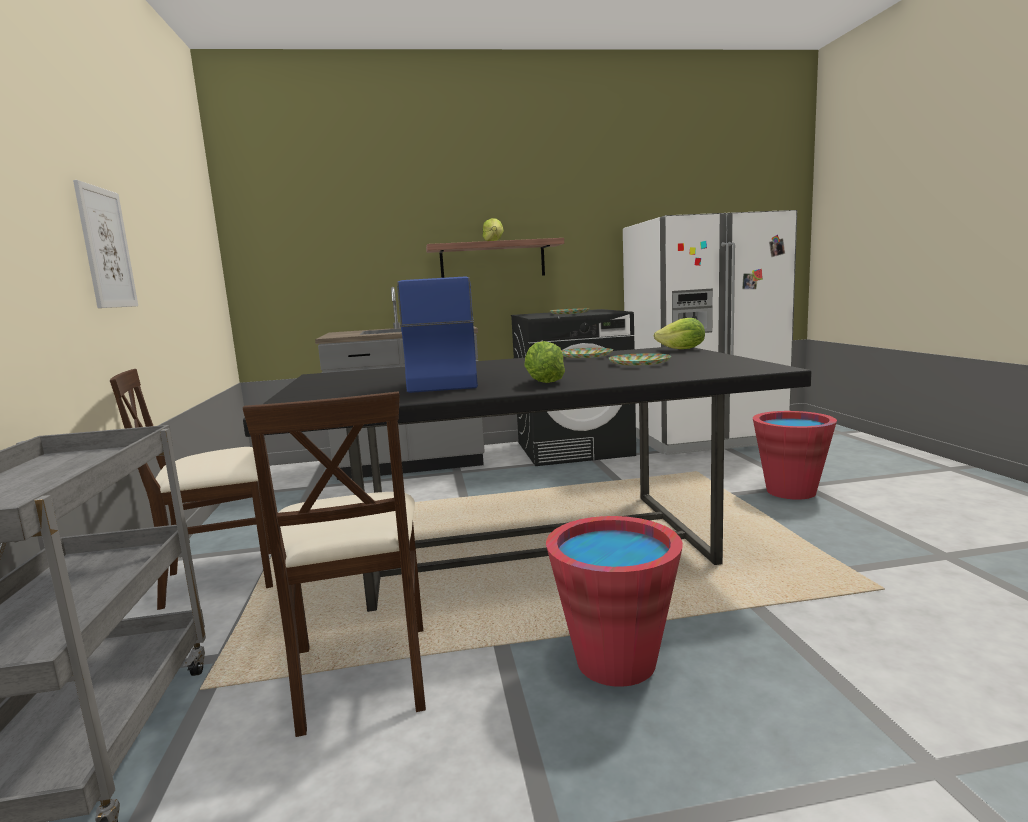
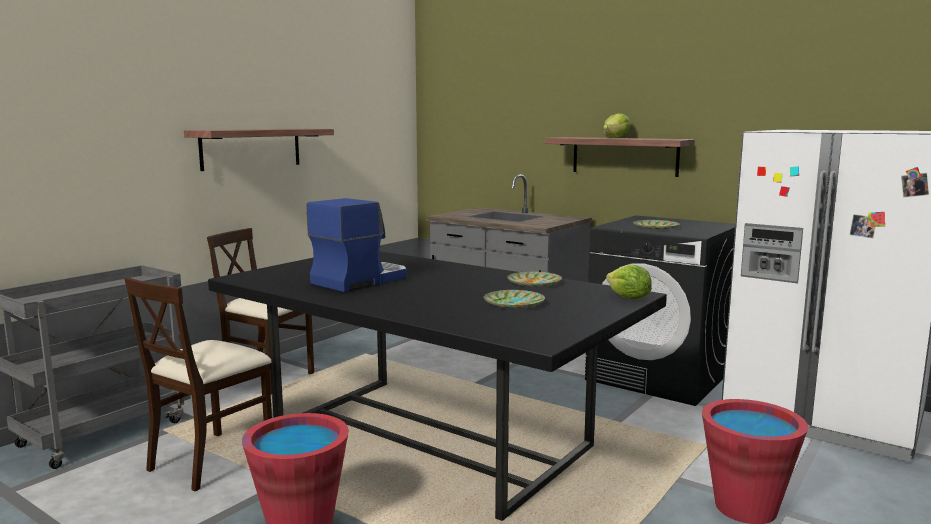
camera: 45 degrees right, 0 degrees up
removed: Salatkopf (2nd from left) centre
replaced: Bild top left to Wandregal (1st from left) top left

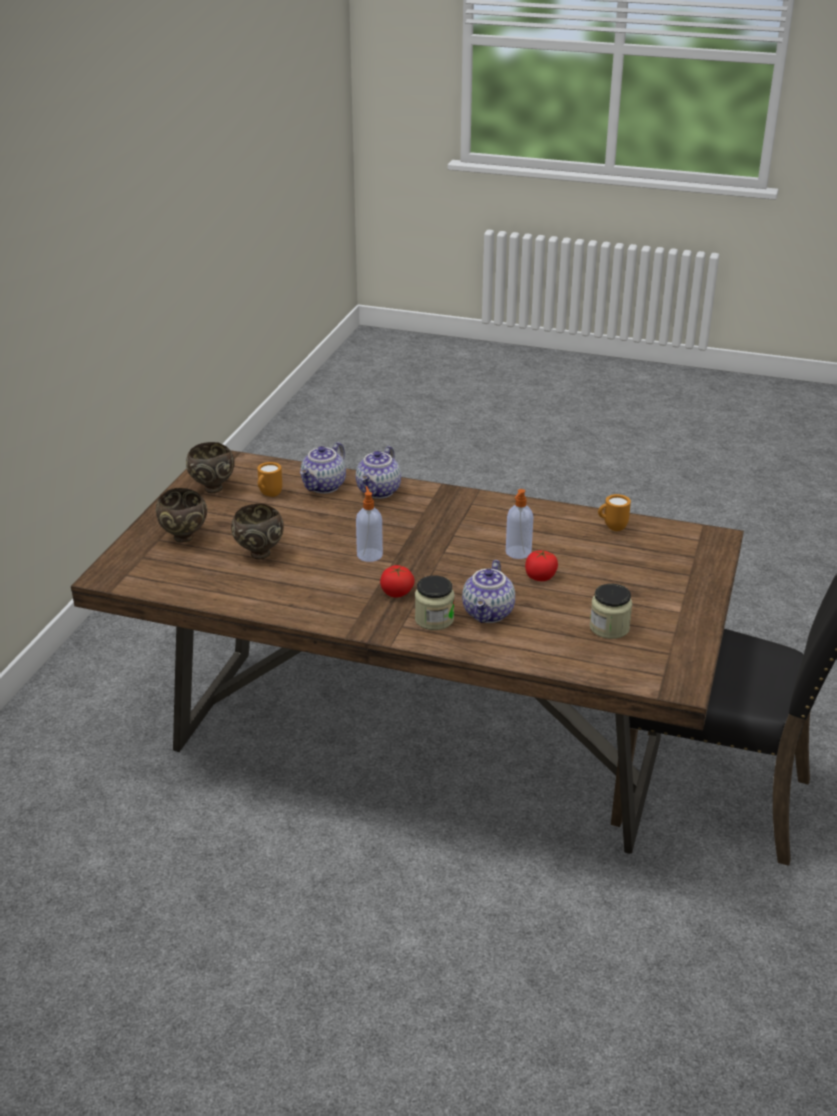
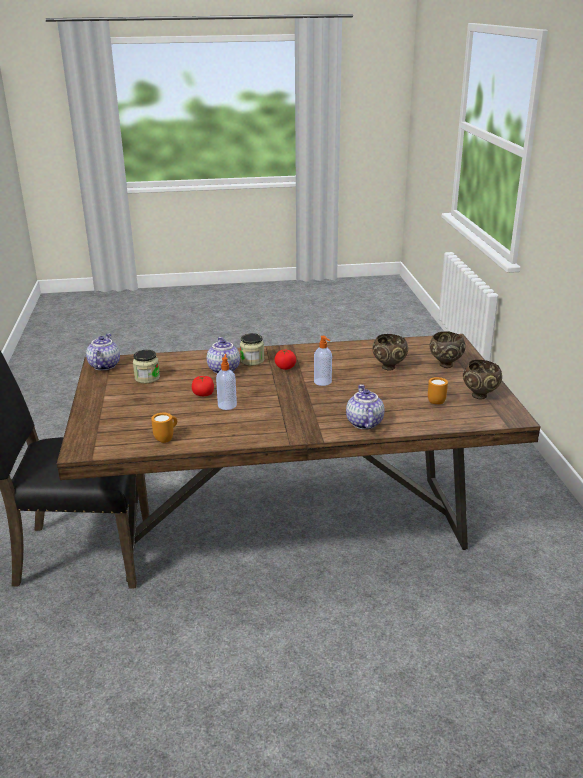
camera: 155 degrees right, 5 degrees down
moved: Teekanne (1st from left) centre to middle left

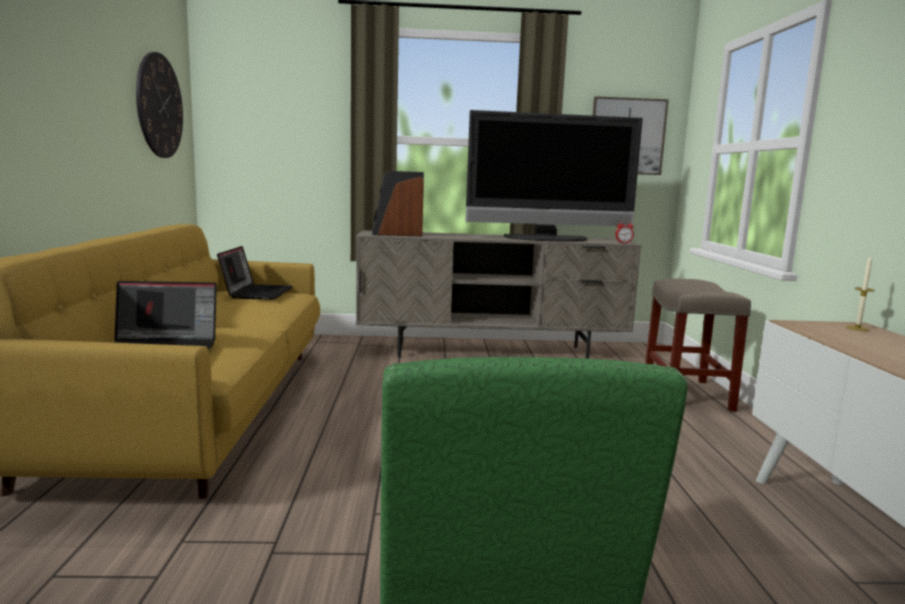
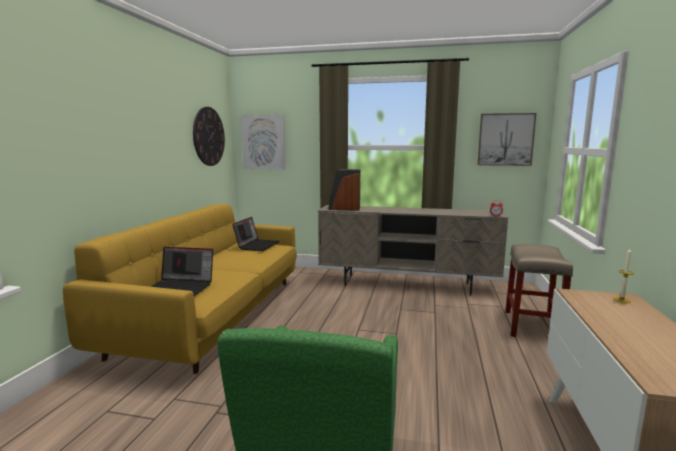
camera: 15 degrees right, 0 degrees up
removed: Fernseher top centre
added: Bild (1st from left) top centre

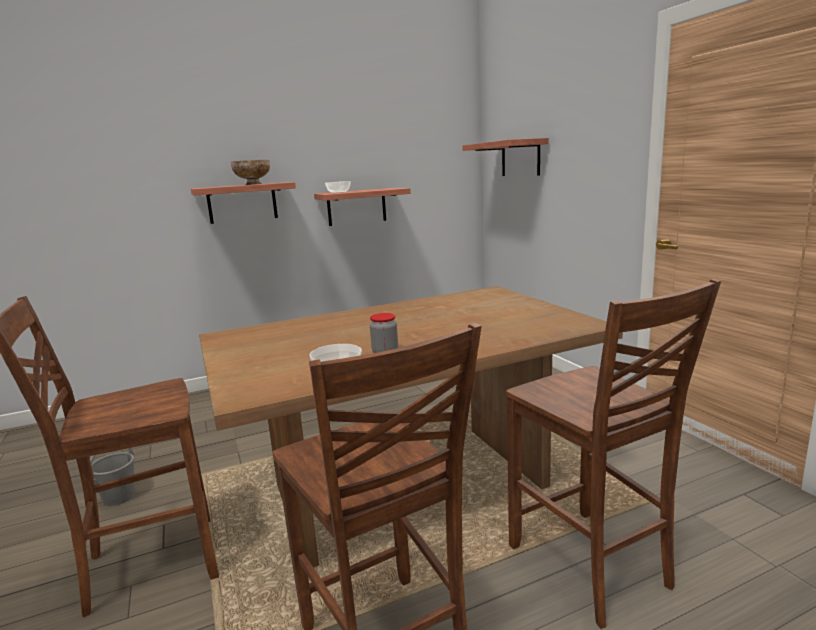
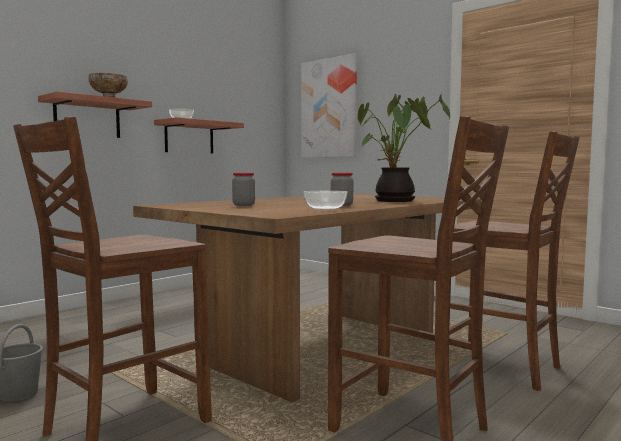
camera: 25 degrees left, 10 degrees down
added: Vorratsglas (1st from left) centre; Topfpflanze centre
replaced: Wandregal (3rd from left) top centre to Bild top centre

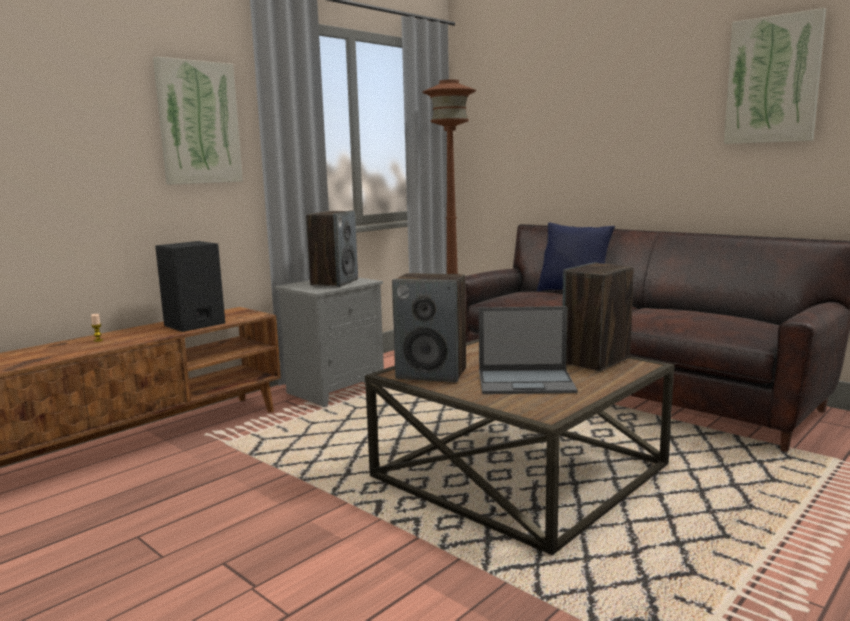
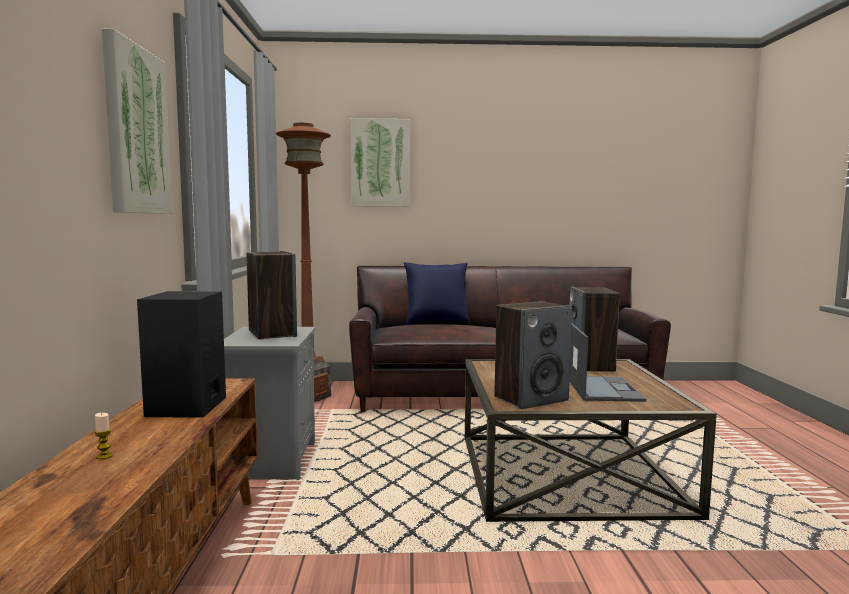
camera: 45 degrees left, 5 degrees down
moved: Bild (2nd from left) top right to top centre
turned: Laptop centre = middle right 45 degrees counterclockwise

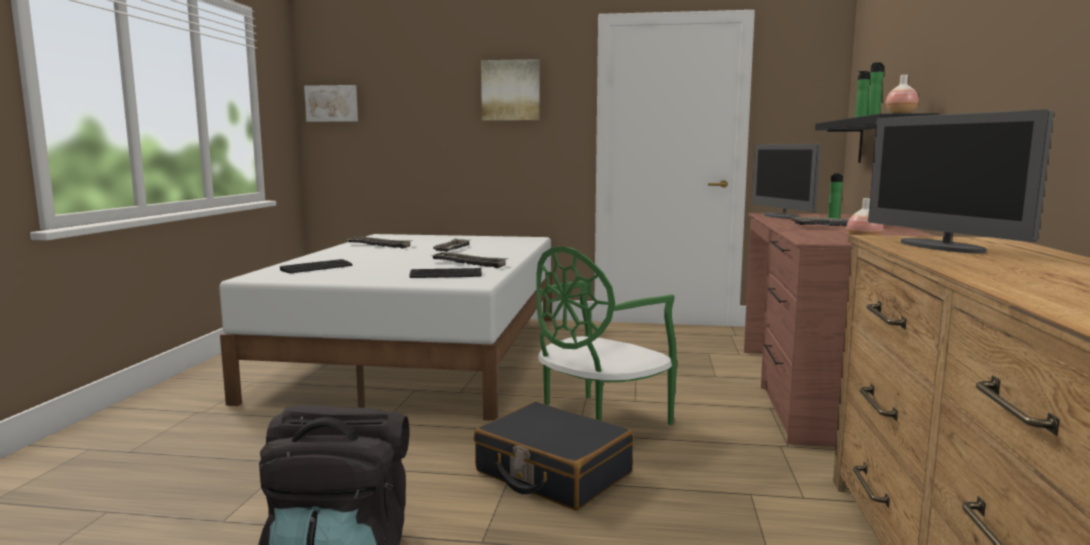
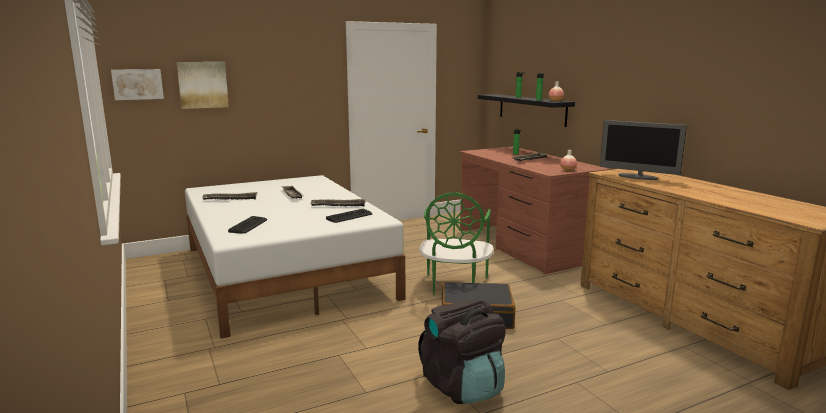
camera: 35 degrees left, 5 degrees up
removed: Monitor (1st from left) top right
moved: Bild (2nd from left) top centre to top left

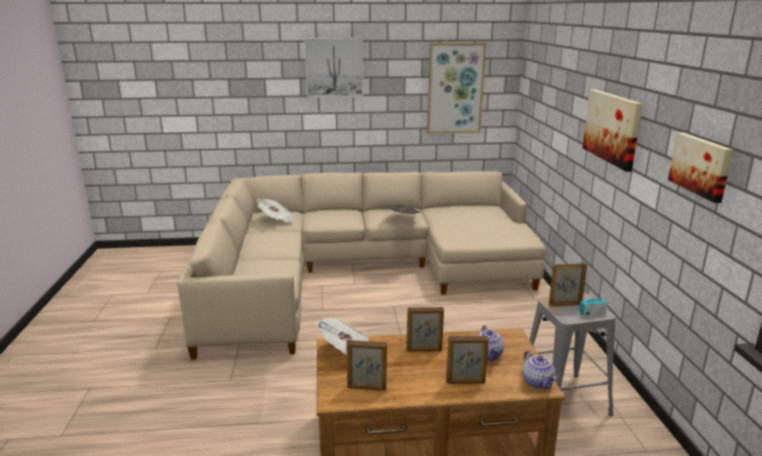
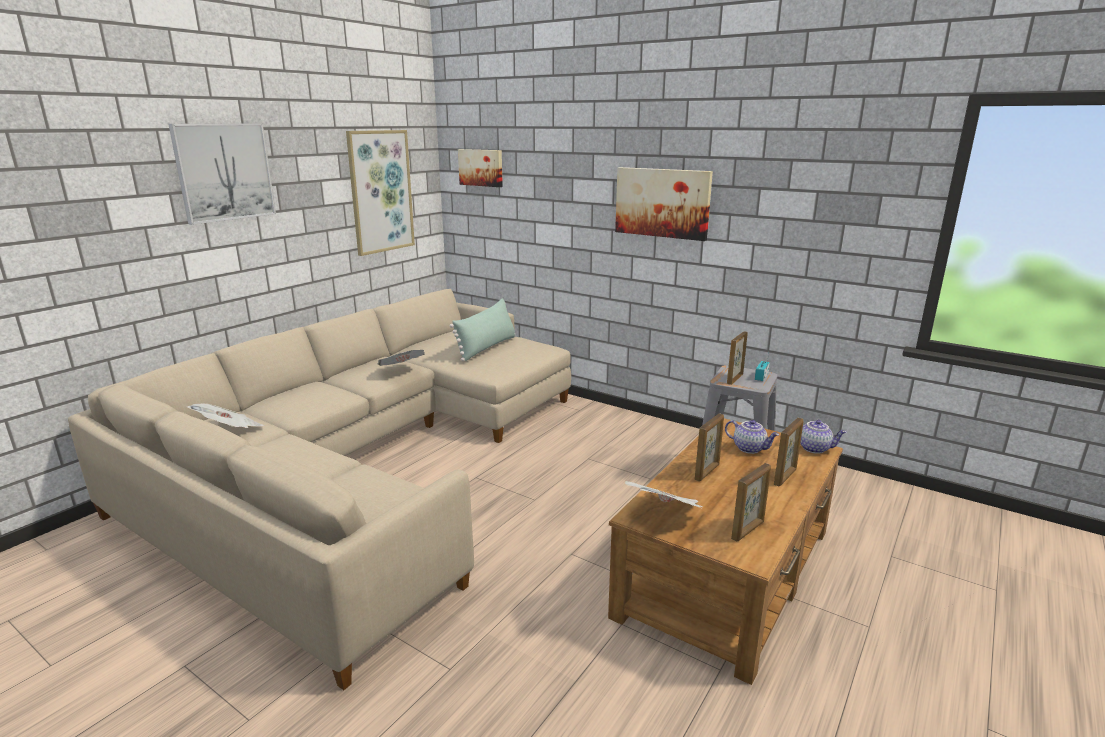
camera: 50 degrees left, 0 degrees up
added: Kissen (grün) centre
moved: Bild (4th from left in the first image) middle right to Bild (3rd from left) top centre

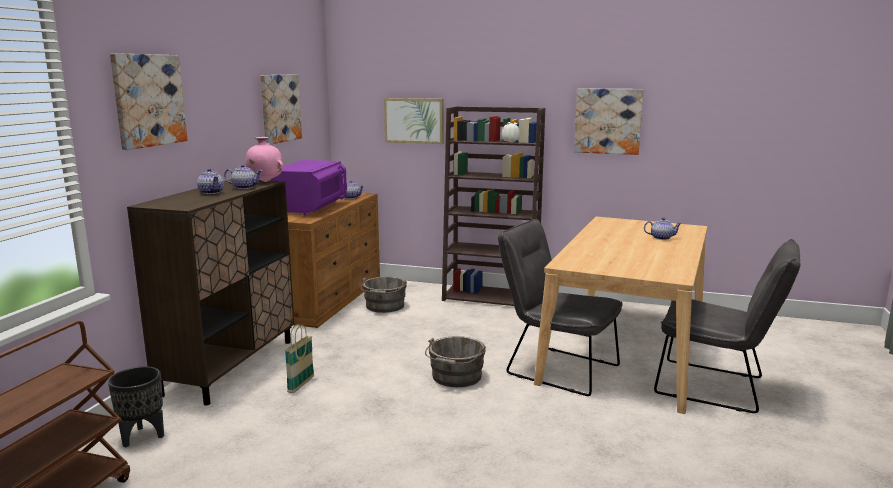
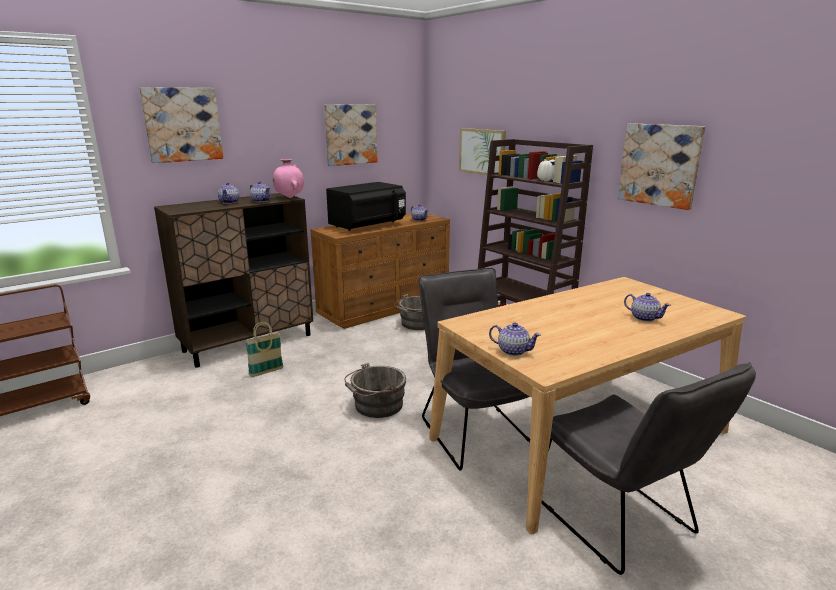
camera: 35 degrees right, 5 degrees up
removed: Pflanzkübel (schwarz) bottom left
added: Teekanne (4th from left) centre
recoloured: Mikrowelle (lila) centre to Mikrowelle (schwarz) centre

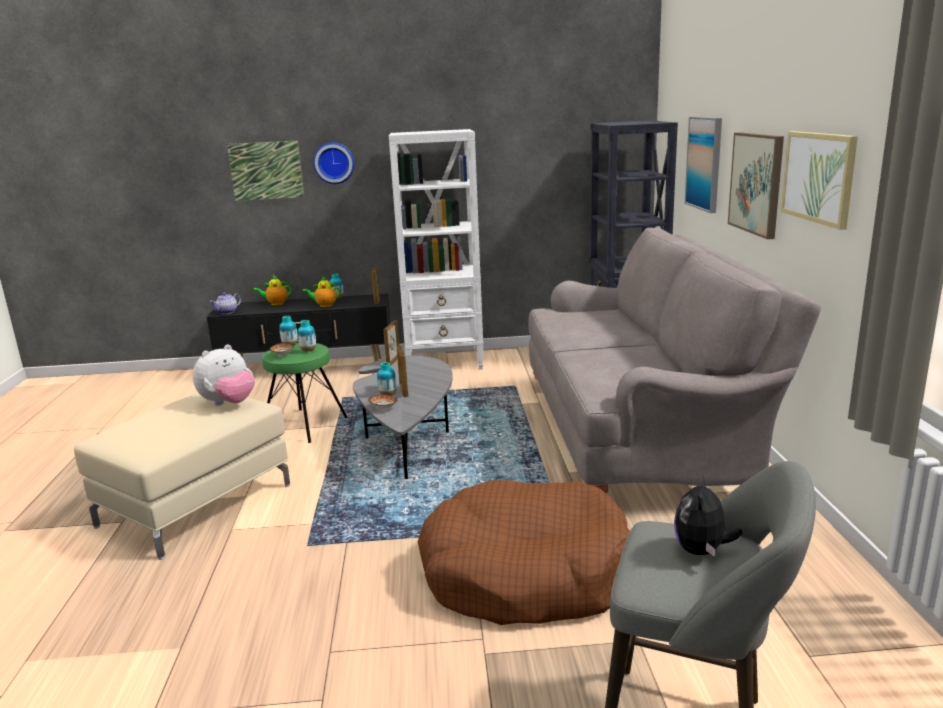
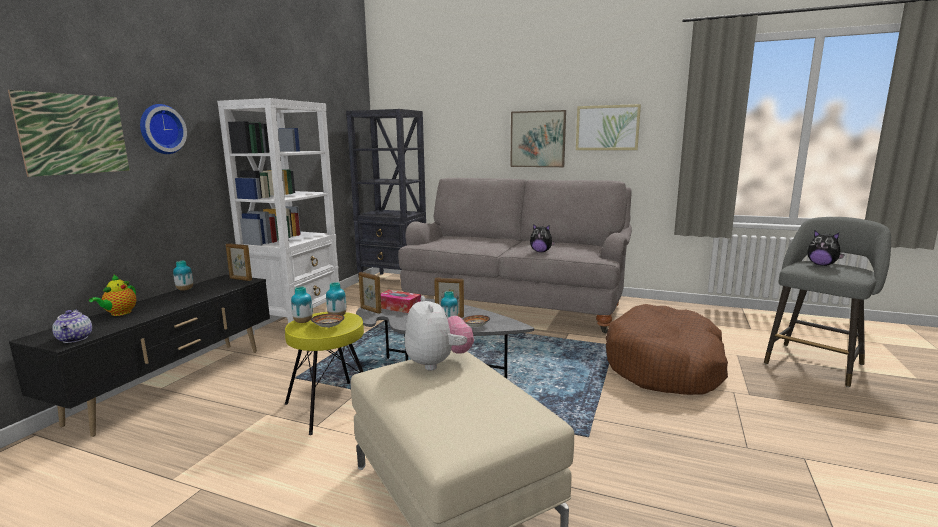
camera: 65 degrees left, 5 degrees down
removed: Teekanne (3rd from left) centre; Bild (2nd from left) top right
added: Taschentuchbox centre; Plüschtier (2nd from left) centre
recoloured: Hocker (grün) middle left to Hocker (gelb) bottom centre

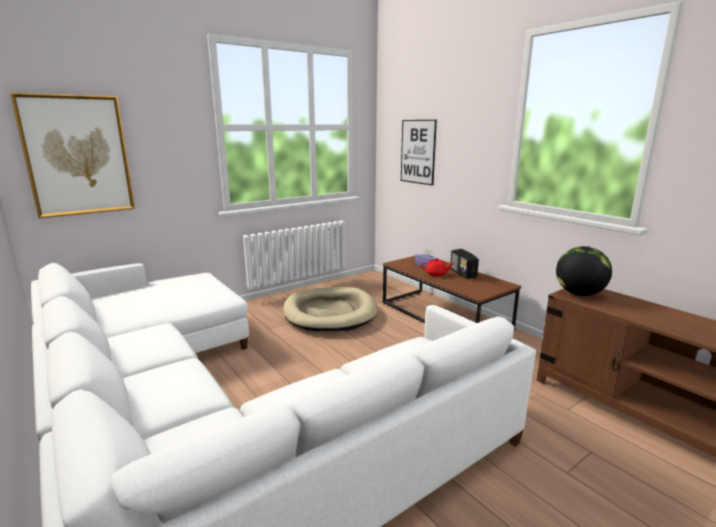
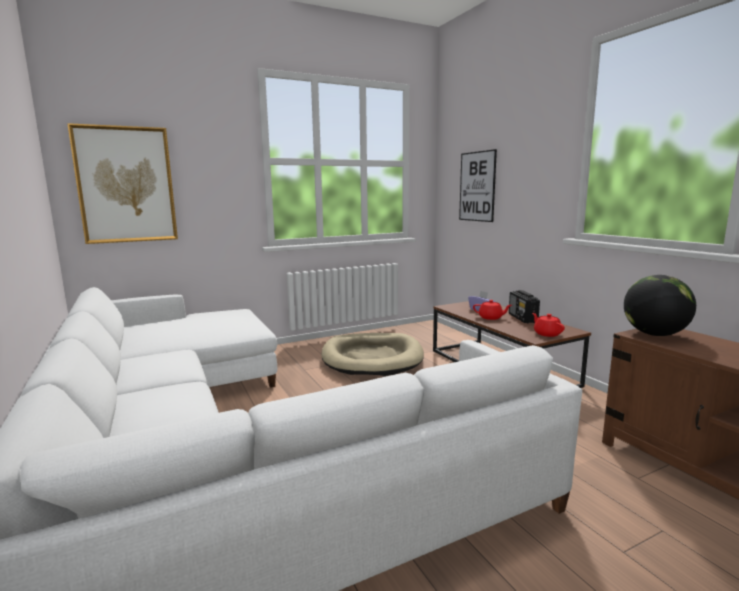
camera: 10 degrees right, 5 degrees down
added: Teekanne (rot) (2nd from left) middle right

